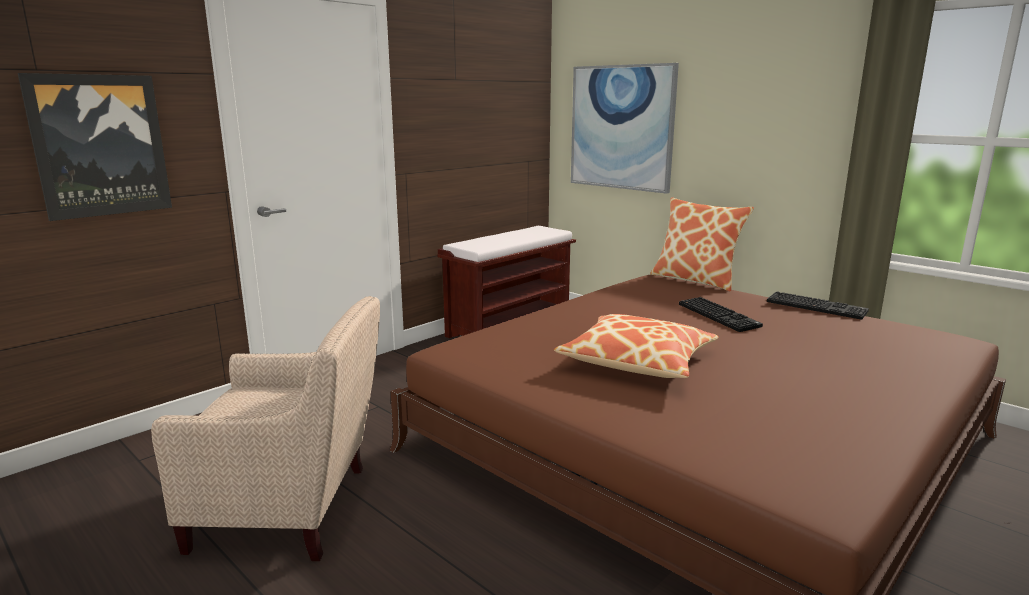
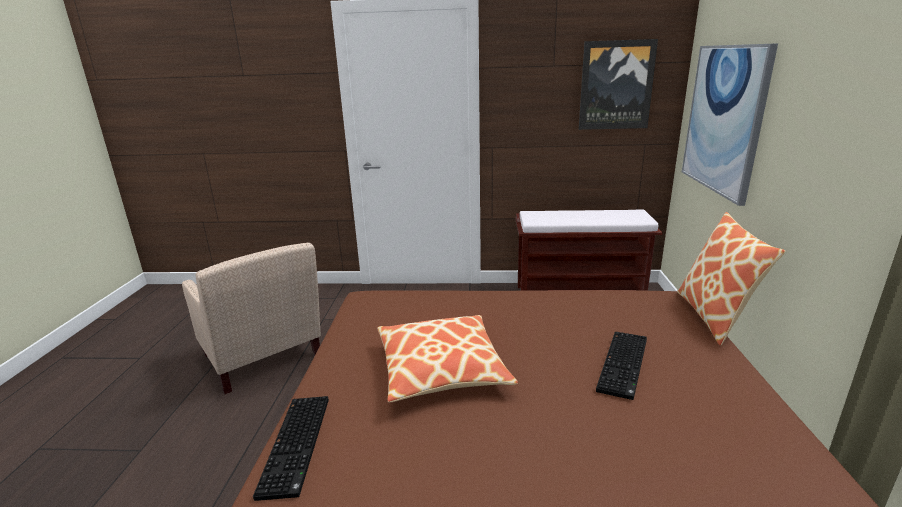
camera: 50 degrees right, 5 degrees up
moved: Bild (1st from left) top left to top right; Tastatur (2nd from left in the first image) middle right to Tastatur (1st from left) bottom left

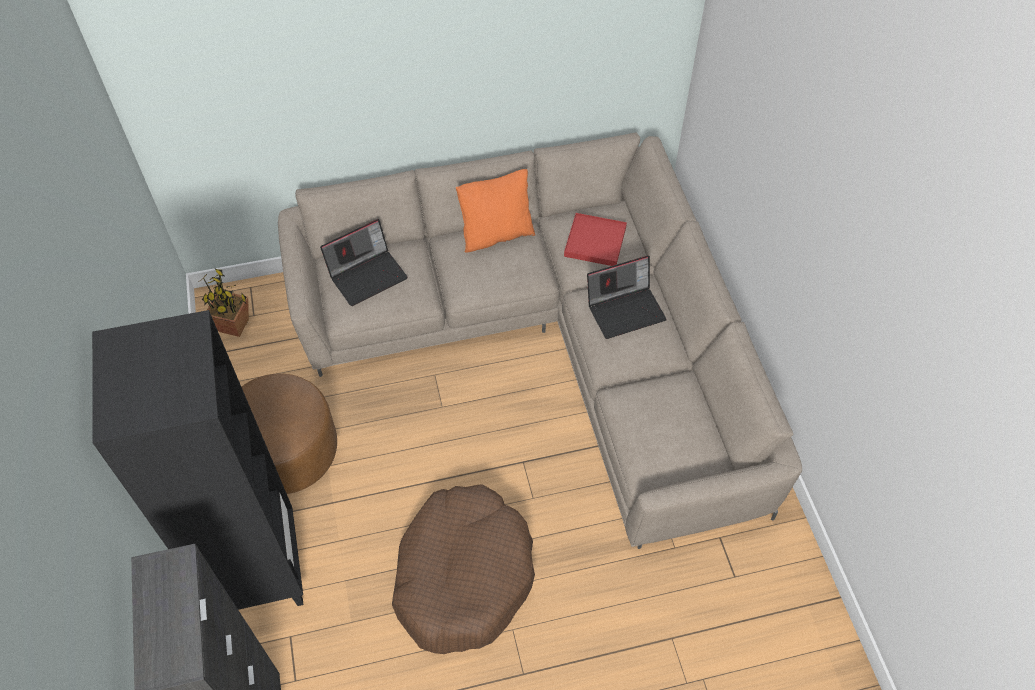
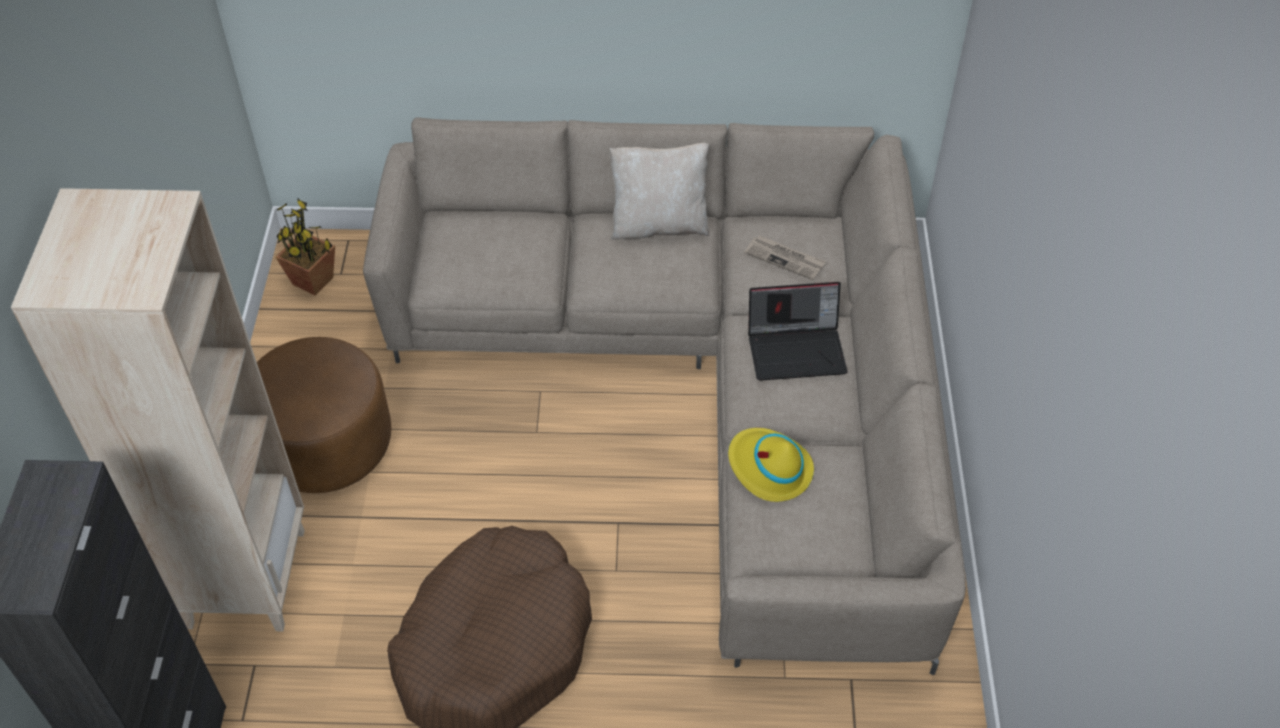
camera: 15 degrees right, 5 degrees down
removed: Laptop (1st from left) centre
added: Hut (gelb) centre
replaced: Tablett (rot) centre to Zeitung centre
recoloured: Bücherregal (schwarz) bottom left to Bücherregal (beige) middle left; Kissen (orange) top centre to Kissen (beige) top centre

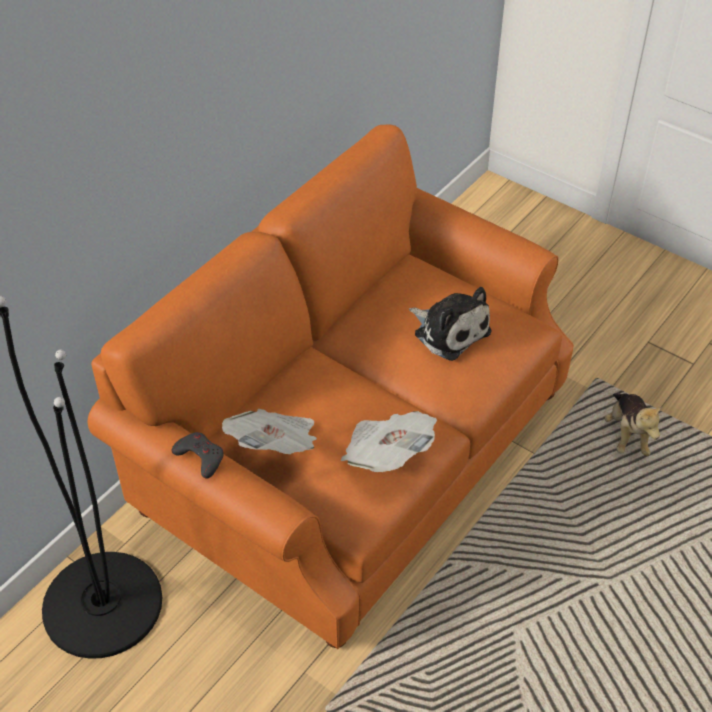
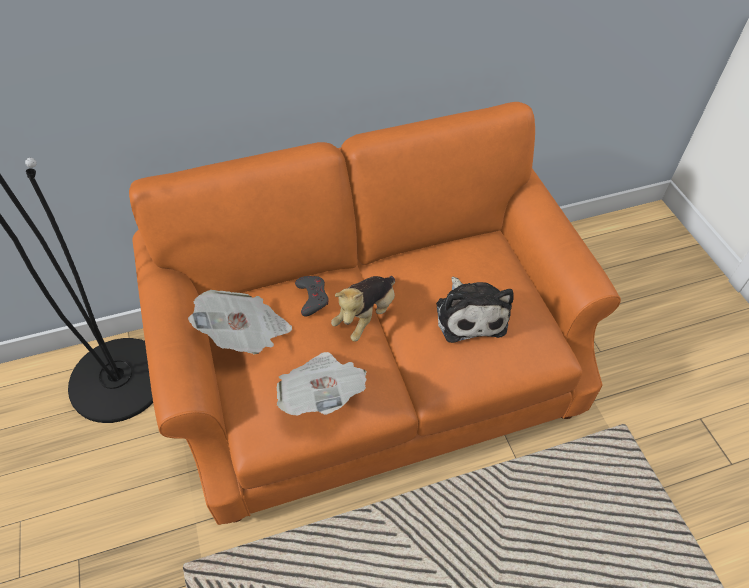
camera: 35 degrees right, 5 degrees up
moved: Gamepad (grau) middle left to centre; Plüschtier (2nd from left in the first image) middle right to Plüschtier (1st from left) centre

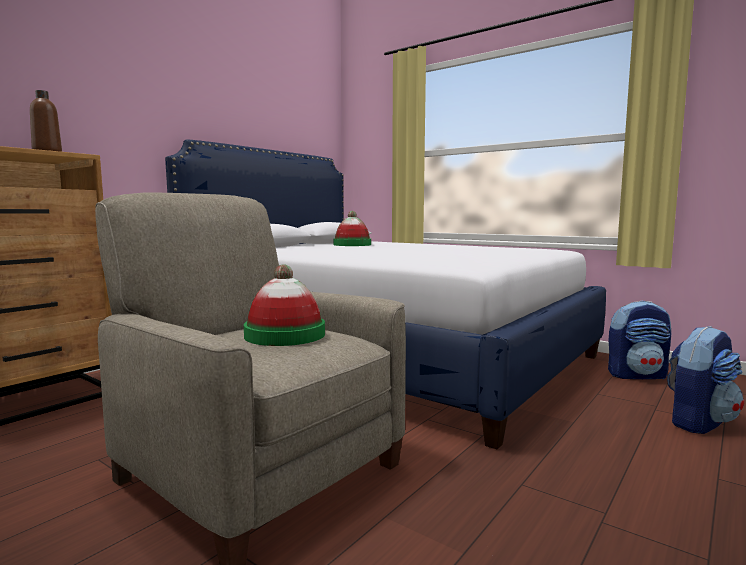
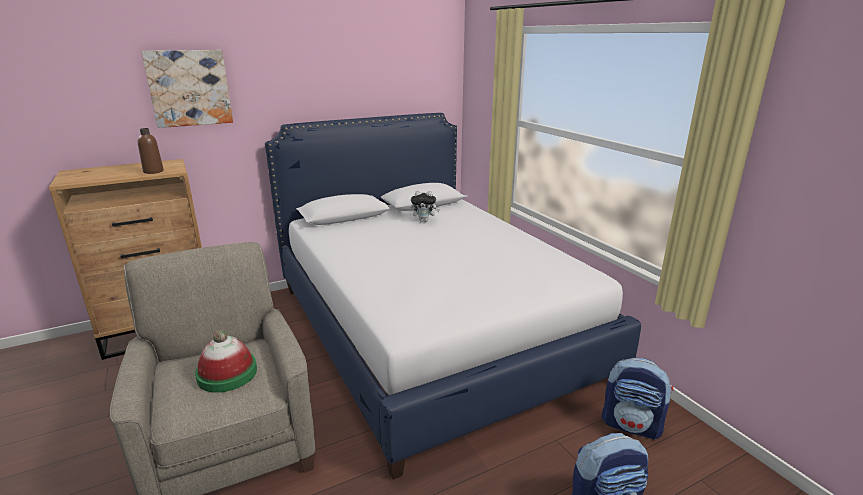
camera: 25 degrees right, 15 degrees up
added: Bild top left
replaced: Hut (2nd from left) centre to Plüschtier centre

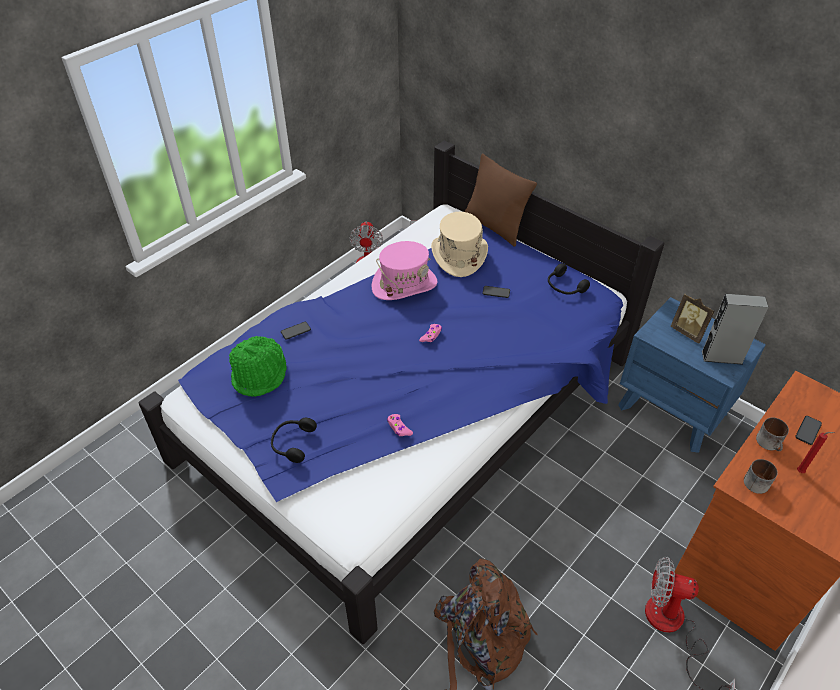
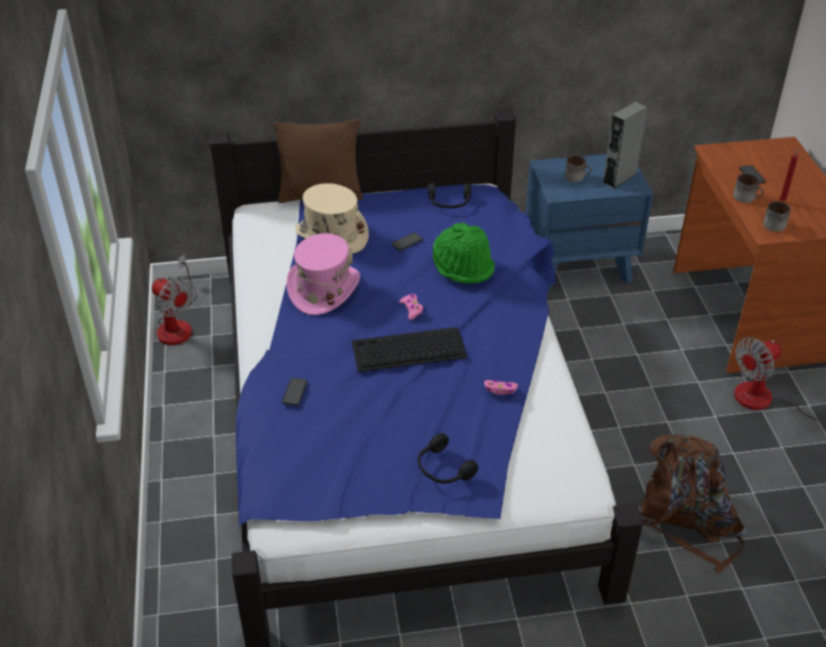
camera: 50 degrees left, 5 degrees down
added: Tastatur centre
moved: Hut (grün) middle left to centre
replaced: Bilderrahmen middle right to Henkelbecher (1st from left) top right

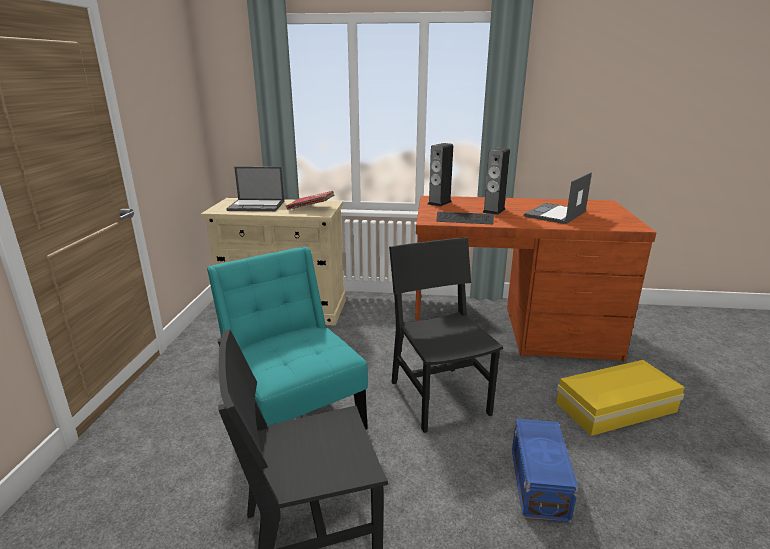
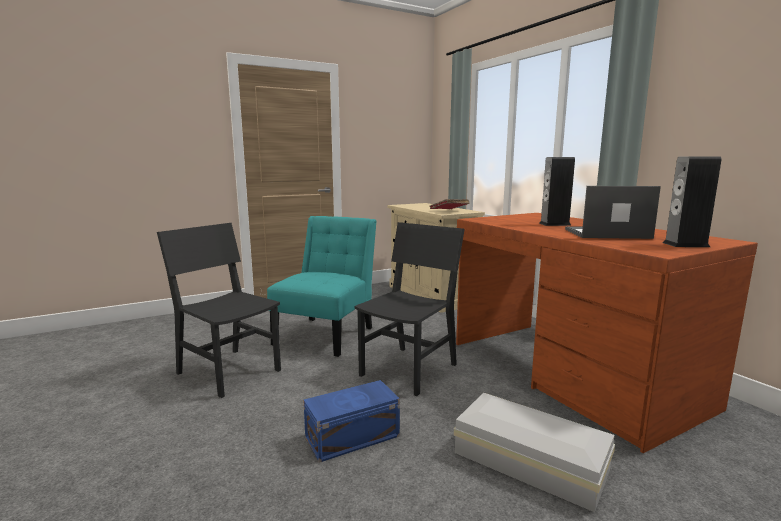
camera: 55 degrees right, 10 degrees down
removed: Laptop (1st from left) middle left; Tastatur centre
moved: Lautsprecher (1st from left in the first image) top centre to Lautsprecher (2nd from left) middle right
recoloured: Aufbewahrungsbox (gelb) bottom right to Aufbewahrungsbox (weiß) bottom right

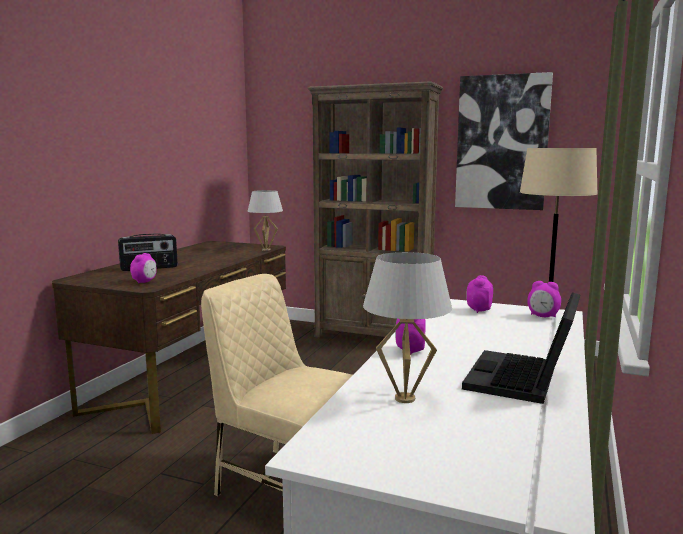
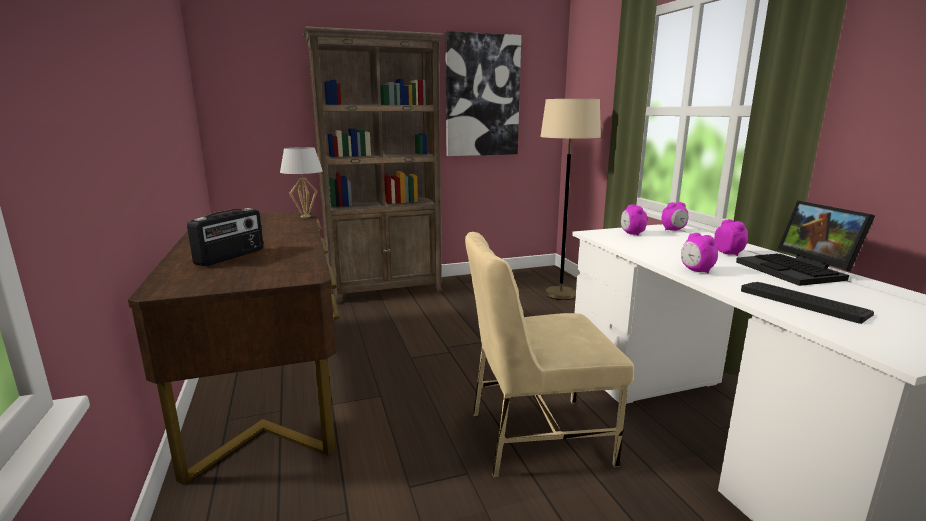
camera: 40 degrees left, 5 degrees up
moved: Wecker (1st from left in the first image) middle left to Wecker (4th from left) middle right
replaced: Tischlampe (weiß) (2nd from left) centre to Tastatur middle right

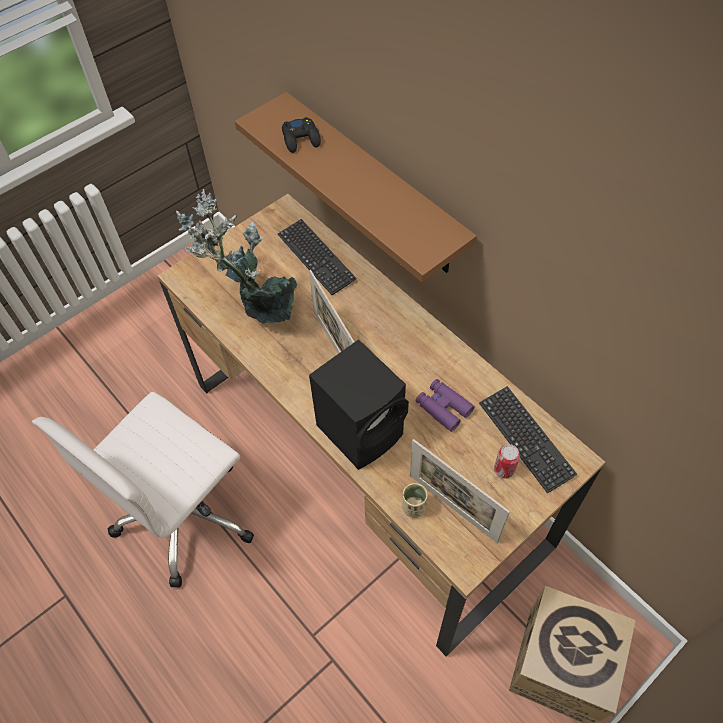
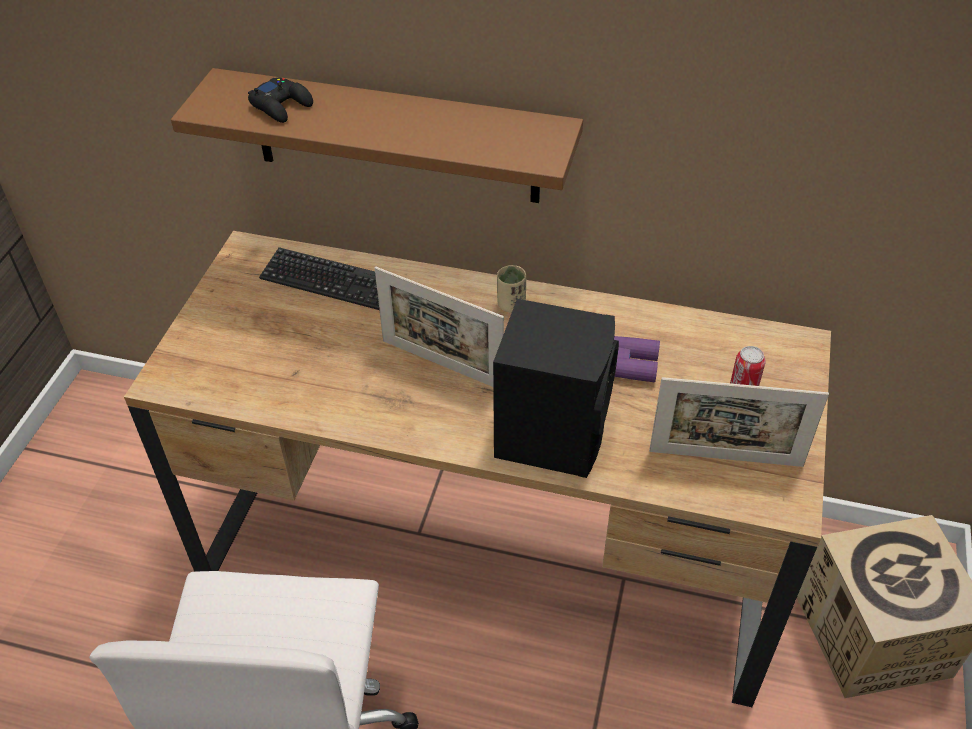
camera: 35 degrees left, 10 degrees down
removed: Topfpflanze middle left; Tastatur (2nd from left) middle right
moved: Tasse (beige) bottom centre to centre

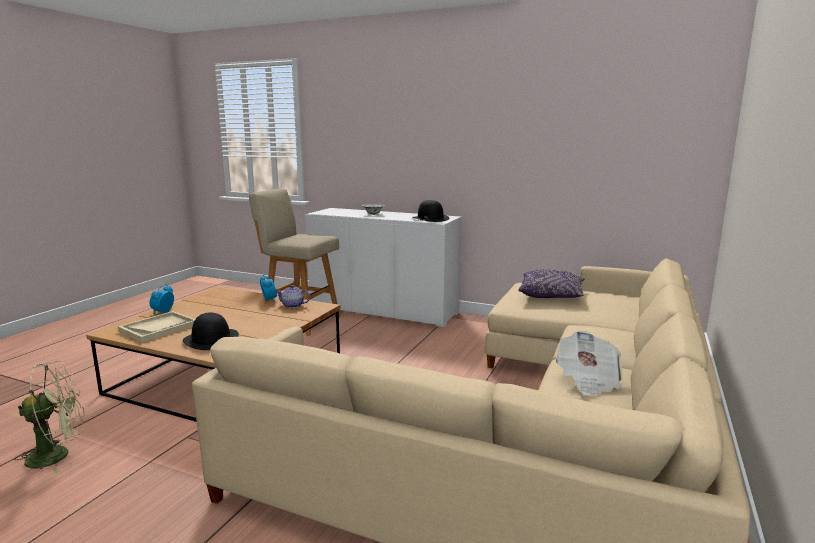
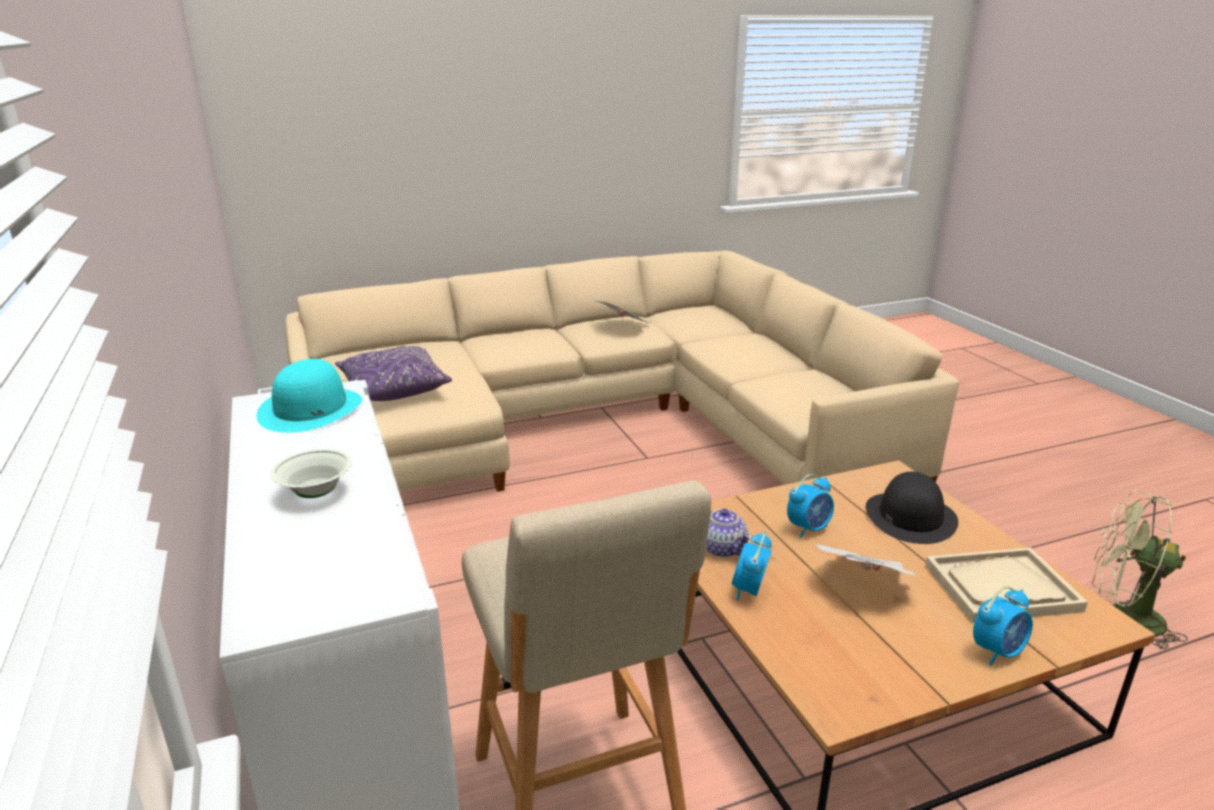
camera: 135 degrees left, 10 degrees up
added: Wecker (2nd from left) middle right; Zeitung (2nd from left) bottom right
recoloured: Hut (schwarz) (2nd from left) centre to Hut (türkis) middle left

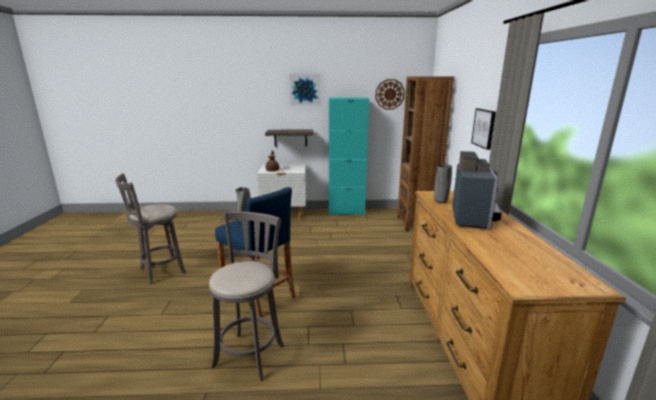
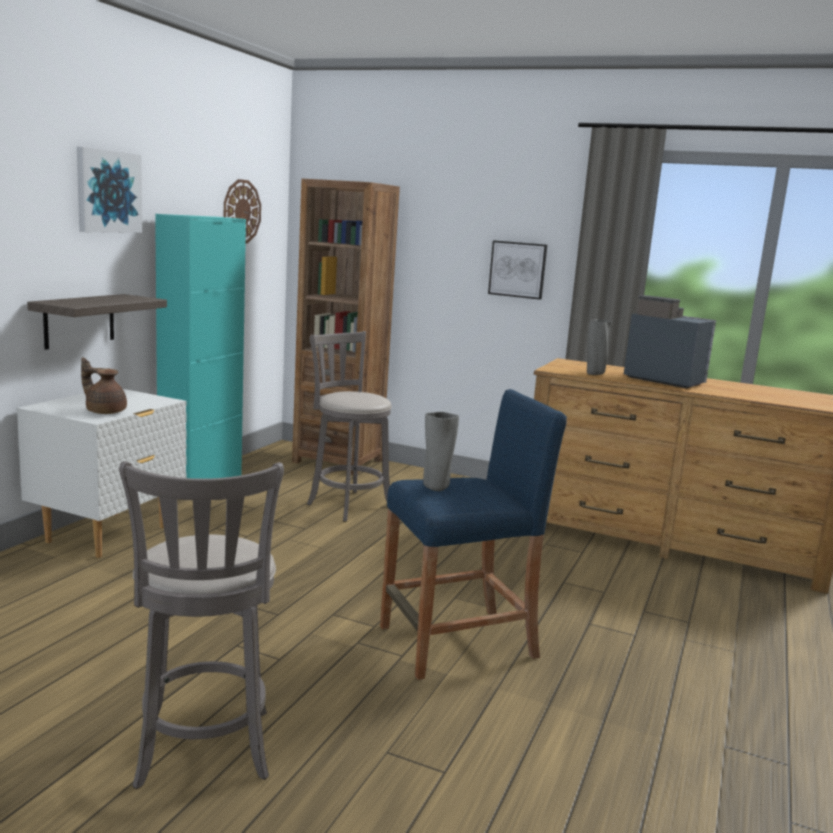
camera: 65 degrees left, 5 degrees down
moved: Hocker (grau) (2nd from left) bottom centre to centre

